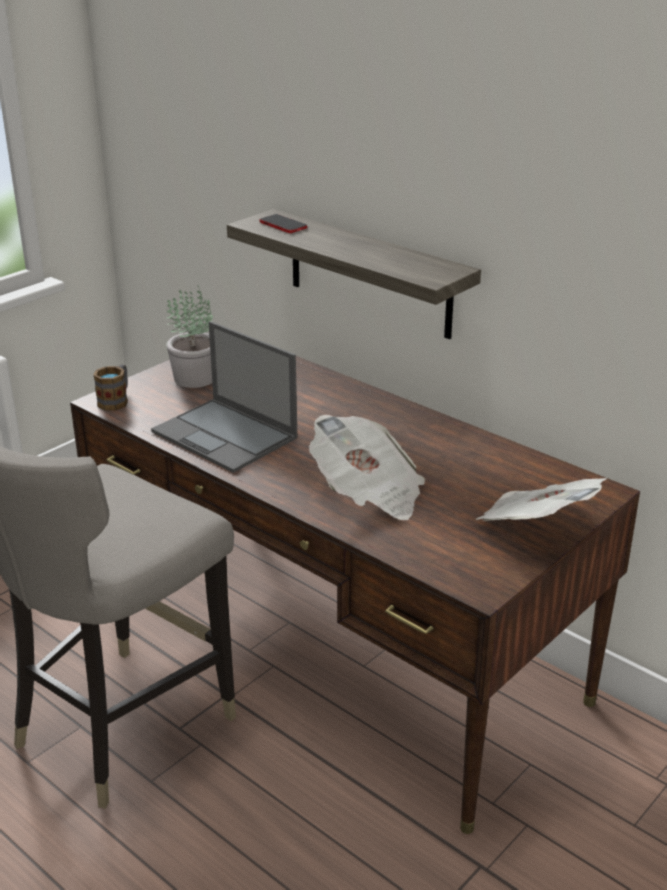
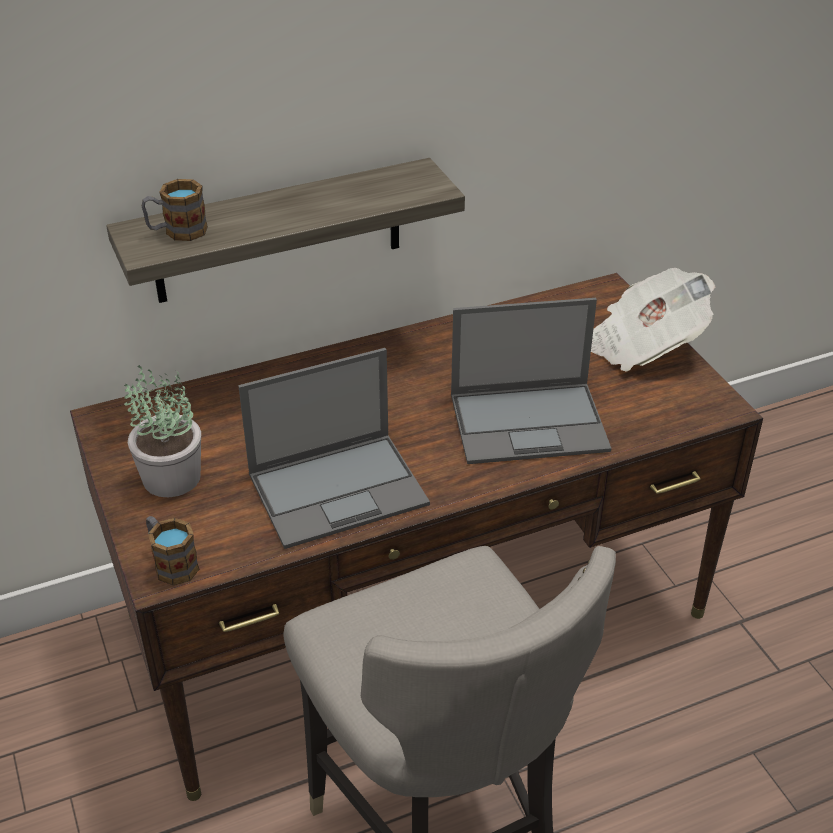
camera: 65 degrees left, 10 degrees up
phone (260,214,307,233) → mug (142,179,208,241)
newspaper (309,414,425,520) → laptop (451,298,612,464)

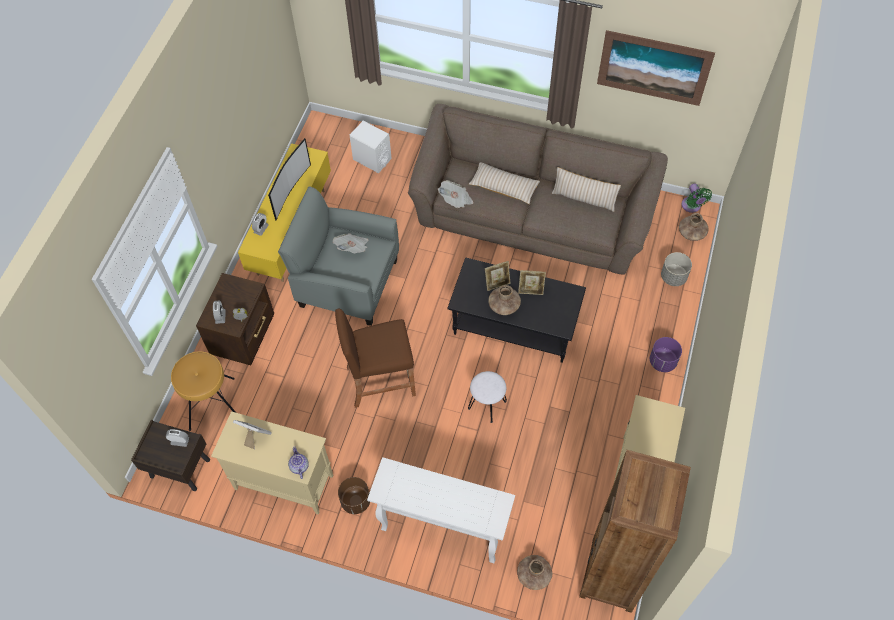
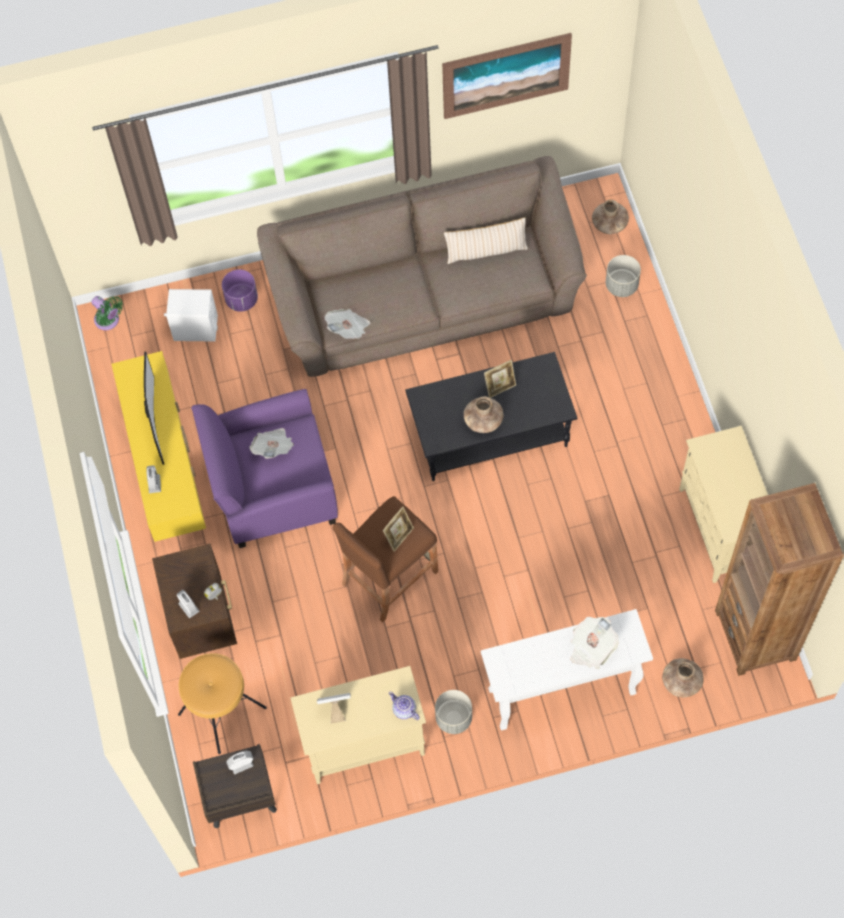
camera: 30 degrees left, 5 degrees up
white stool (468,371,507,423) → -
beige pillow (469,163,540,204) → -
- → newspaper (570,617,619,669)
picture frame (485,261,510,291) → picture frame (383,507,414,552), move
purple planter (650,337,682,372) → purple planter (222,270,258,312), move
green fan (682,183,712,213) → green fan (92,296,123,330), move
grey armchair (278,187,399,326) → purple armchair (191,389,338,548)
brown planter (338,477,370,514) → grey planter (435,690,472,734)

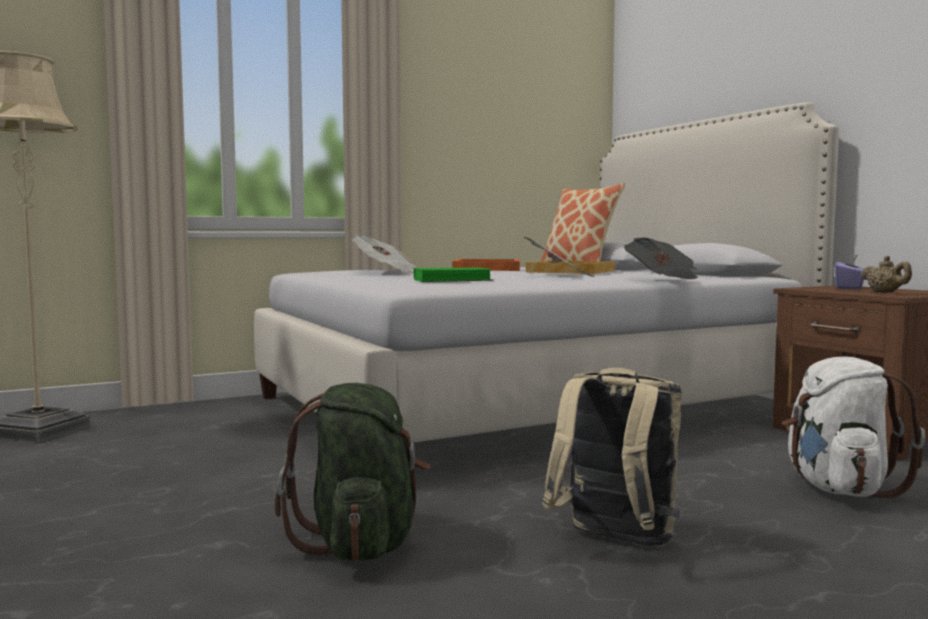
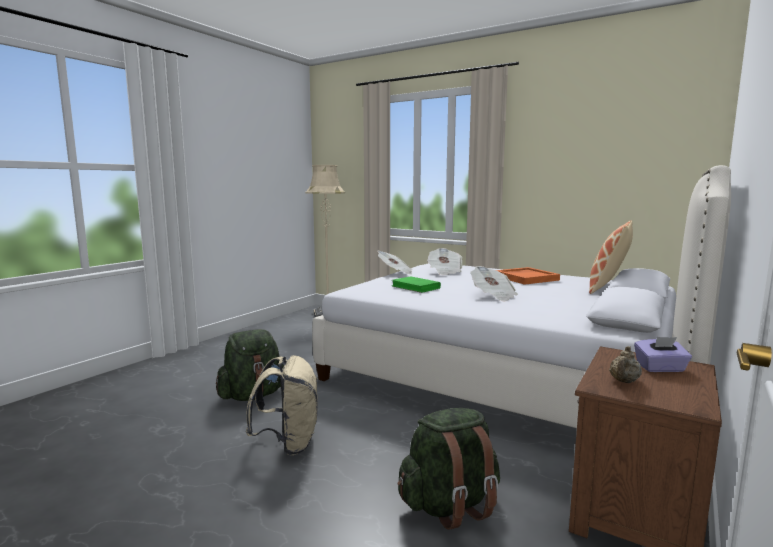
camera: 60 degrees right, 5 degrees up
beige tray (526,260,615,274) → -
newspaper (624,237,698,279) → newspaper (377,251,412,275), move
white backpack (782,357,926,498) → green backpack (398,408,500,530)

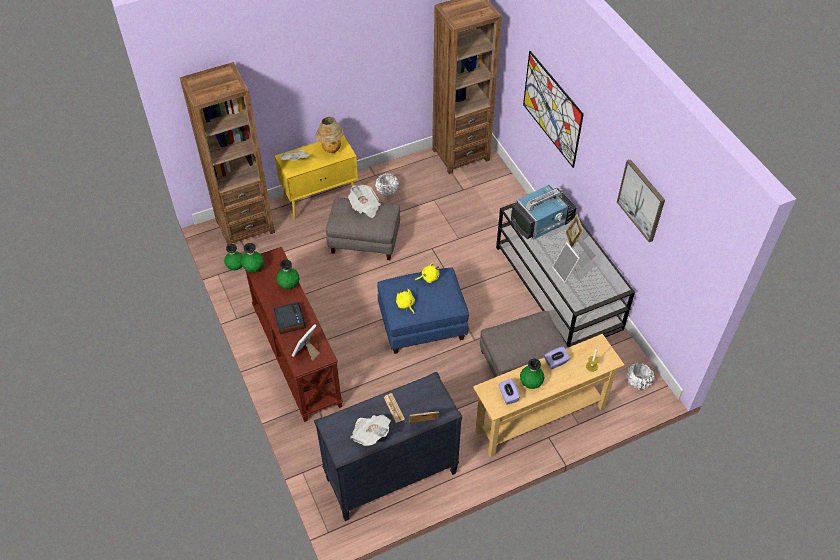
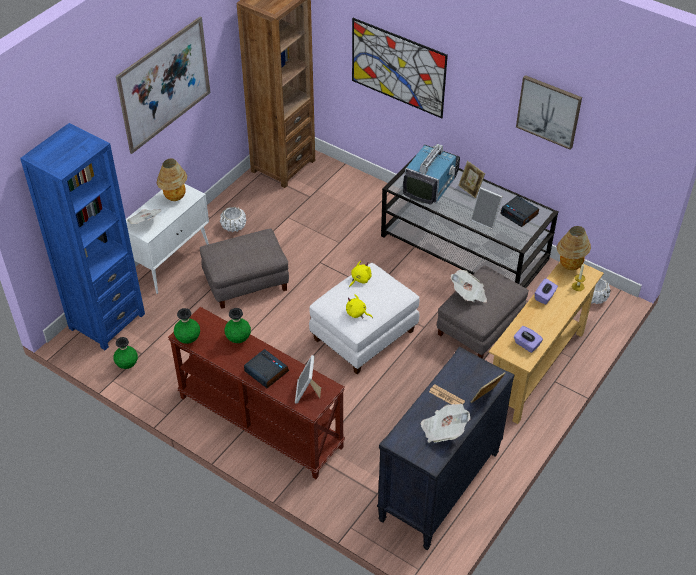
camera: 30 degrees left, 5 degrees down
green vase (520,358,544,389) → -
- → picture (116,16,210,154)
- → alarm clock (500,196,539,227)
- → table lamp (557,226,591,270)
newspaper (348,185,381,218) → newspaper (451,270,487,303), move
brown bookcase (180,62,275,246) → blue bookcase (20,123,145,350)
yellow cabinet (275,135,358,221) → white cabinet (126,184,209,294)
blue ottoman (377,268,469,354) → white ottoman (309,263,420,374)

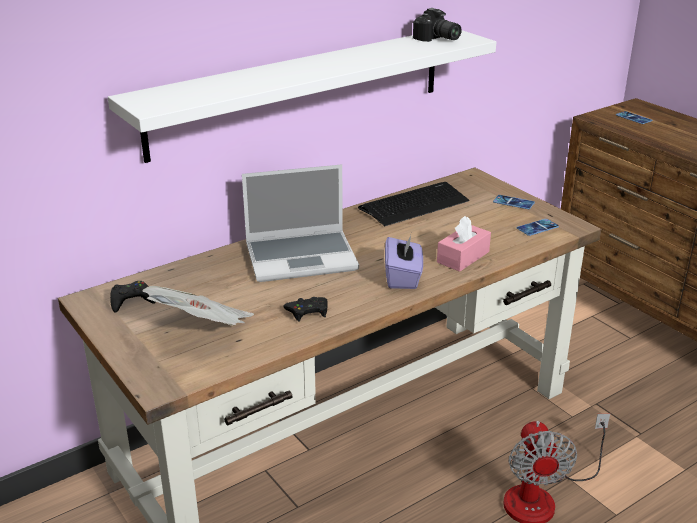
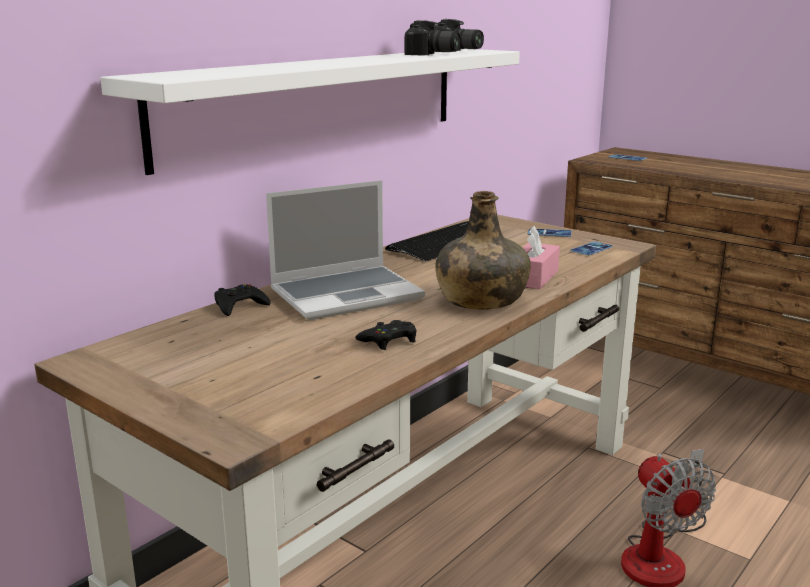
camera: 15 degrees left, 10 degrees down
newspaper (142,286,254,326) → -
- → photo camera (405,20,461,55)
black game controller (110,281,155,313) → black game controller (214,284,270,316), move
purple tissue box (385,235,423,289) → green bottle (436,191,531,310)

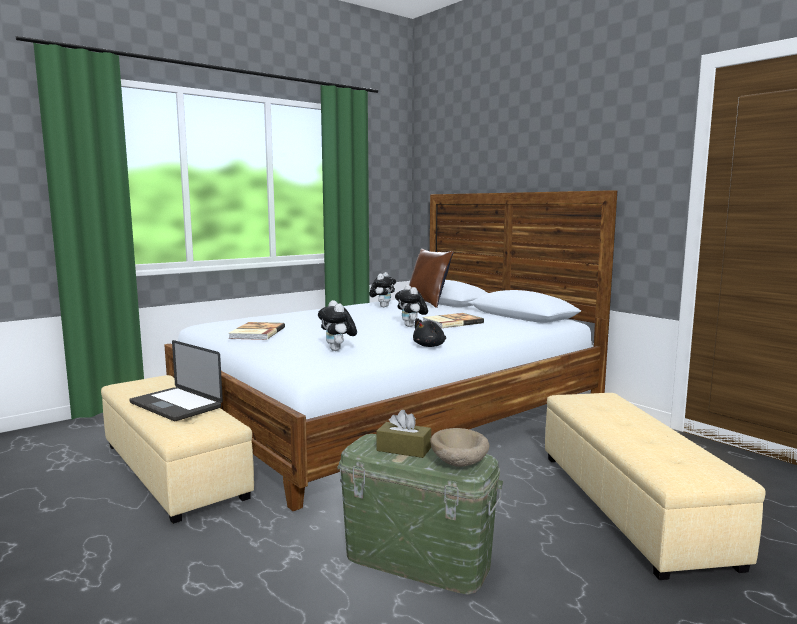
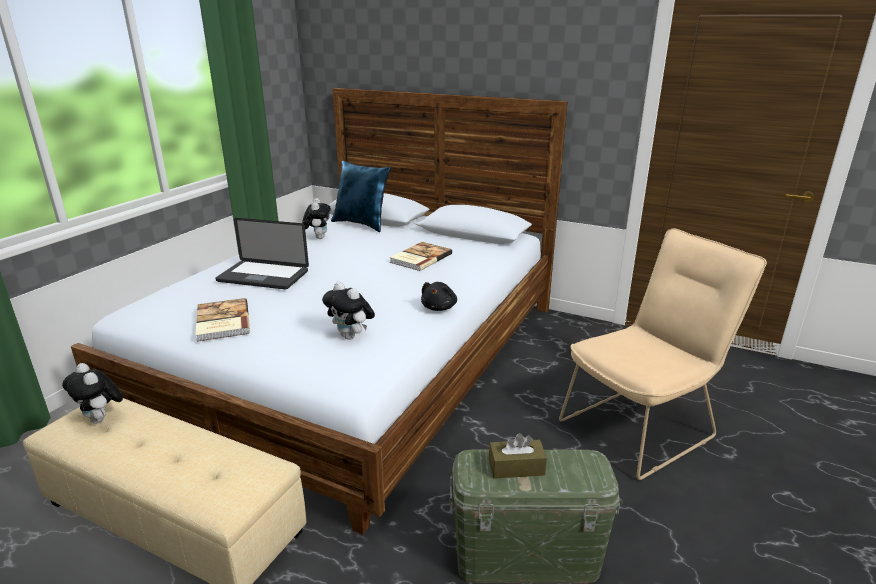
camera: 25 degrees left, 15 degrees up
beige bowl (430,428,489,467) → -
laptop (129,340,223,421) → laptop (216,218,309,290), move
plush toy (395,285,428,327) → plush toy (62,363,123,424), move
beige ottoman (545,393,766,580) → beige chair (559,228,767,480)
brown pillow (409,249,453,308) → blue pillow (331,160,390,232)

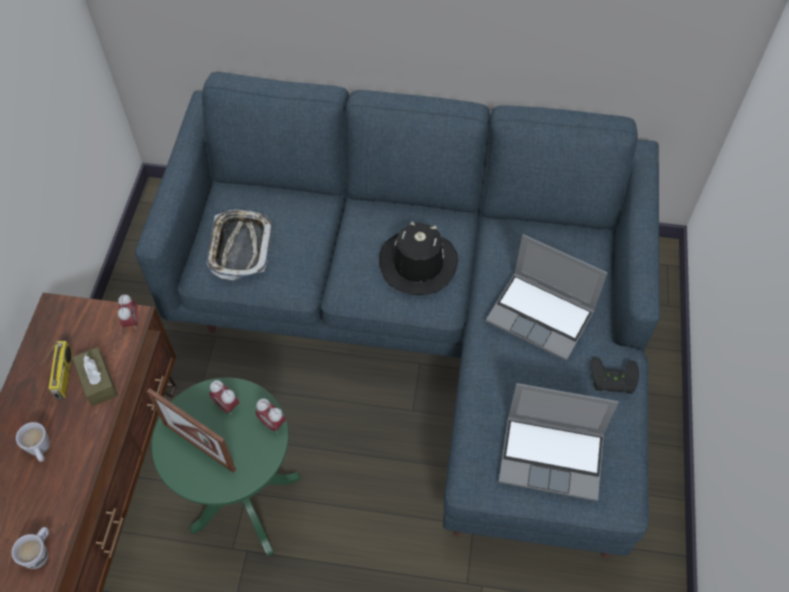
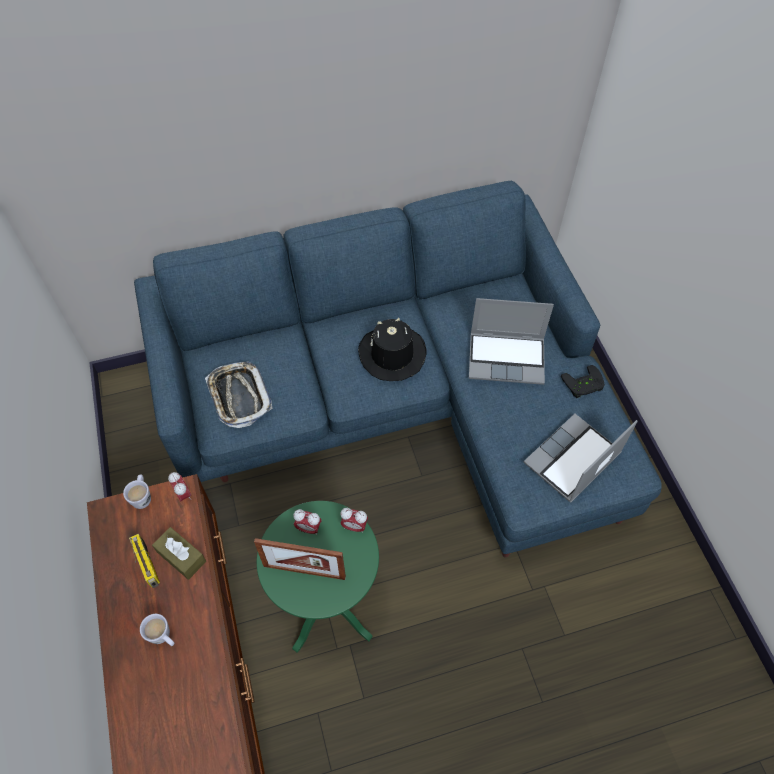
camera: 25 degrees left, 0 degrees up
white mug (12,527,49,569) → white mug (123,475,151,509), move
laptop (499,383,618,501) → laptop (524,414,638,503), 150 degrees clockwise

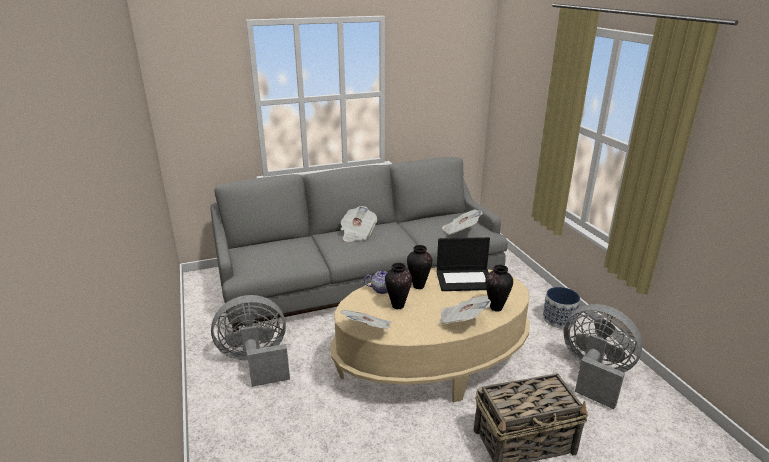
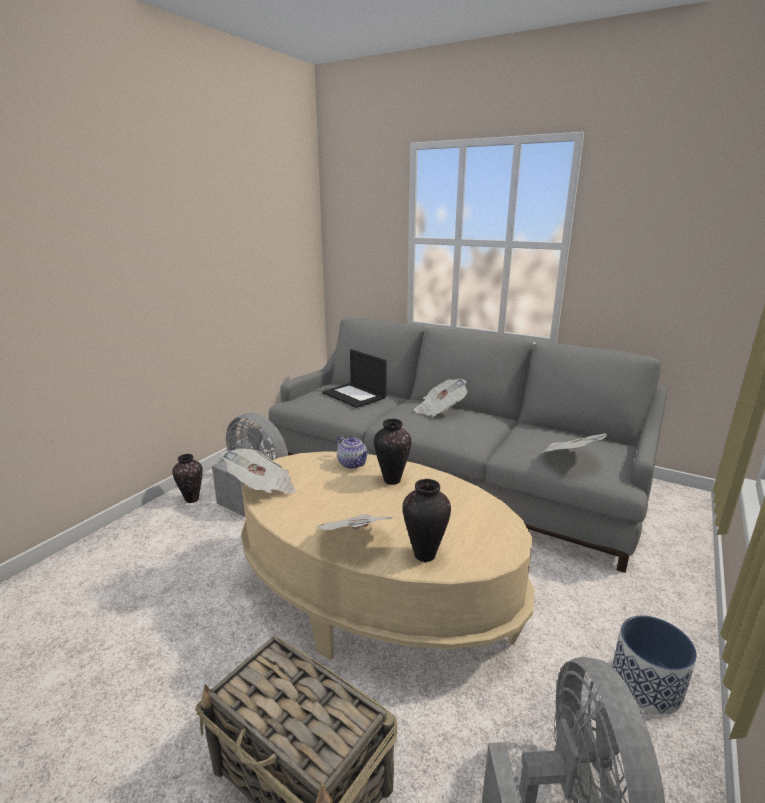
camera: 50 degrees right, 5 degrees down
vase (385,263,412,309) → vase (172,454,203,503), move
laptop (436,237,490,291) → laptop (322,349,386,408), move

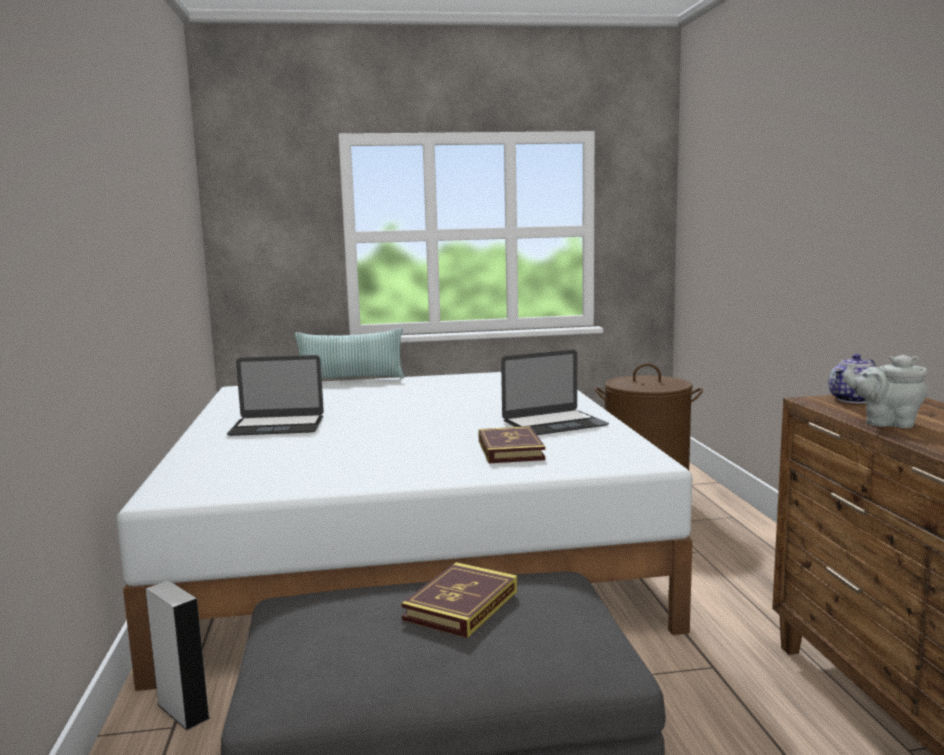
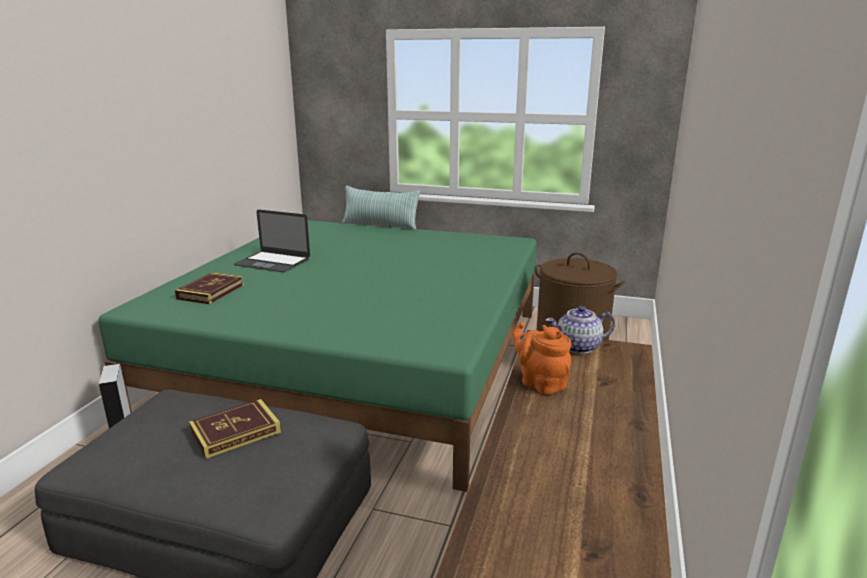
camera: 25 degrees right, 10 degrees up
laptop (501,350,609,435) → -
book (478,426,546,463) → book (175,272,244,304), move
white bed (117,372,693,691) → green bed (98,220,537,492)
grey teapot (843,354,928,428) → orange teapot (512,322,572,395)

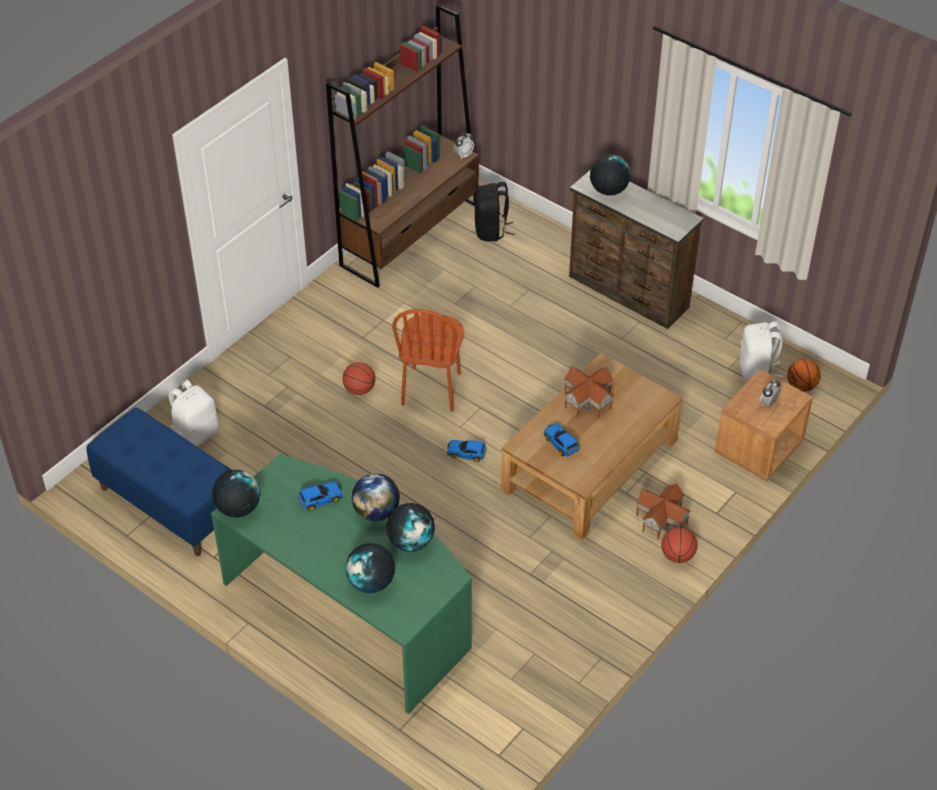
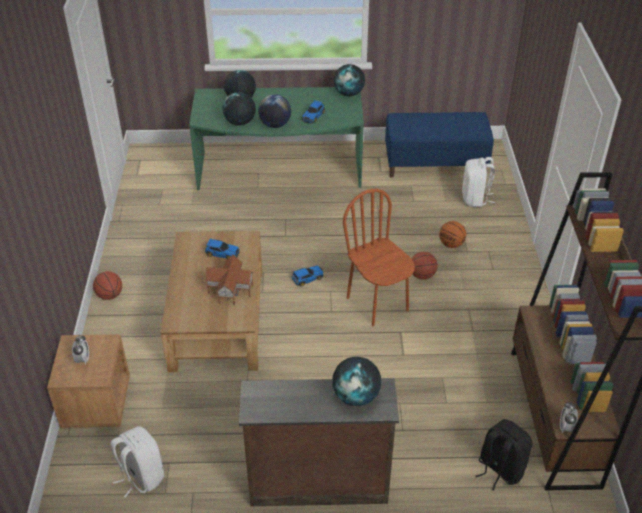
camera: 140 degrees right, 5 degrees down
toy house (636,483,691,540) → -
basketball (787,359,821,392) → basketball (439,221,466,248), move

